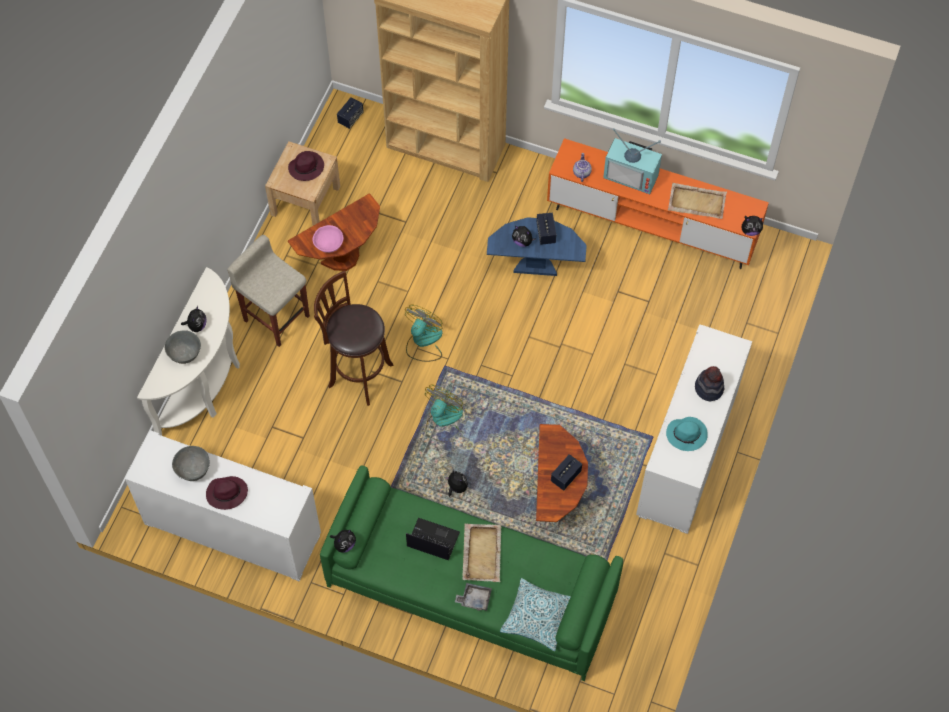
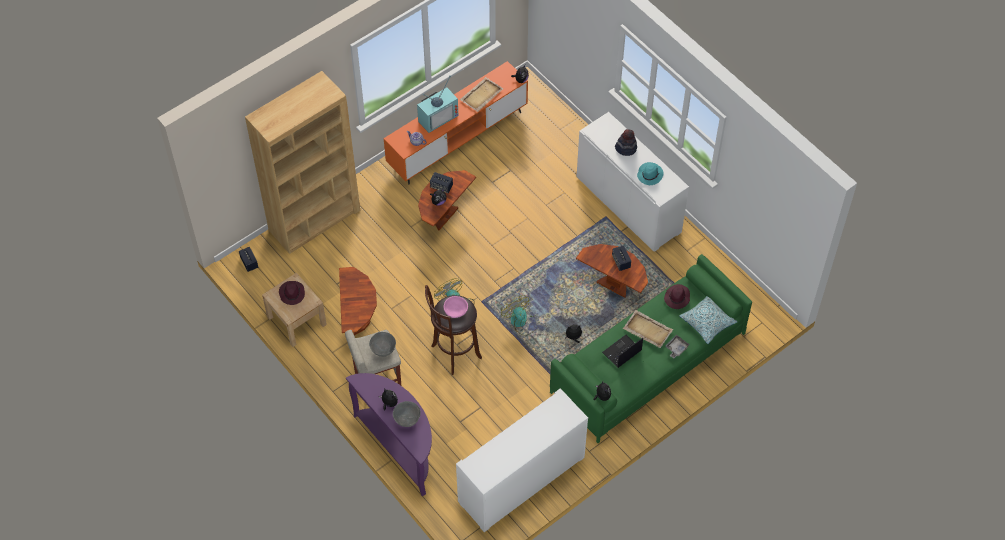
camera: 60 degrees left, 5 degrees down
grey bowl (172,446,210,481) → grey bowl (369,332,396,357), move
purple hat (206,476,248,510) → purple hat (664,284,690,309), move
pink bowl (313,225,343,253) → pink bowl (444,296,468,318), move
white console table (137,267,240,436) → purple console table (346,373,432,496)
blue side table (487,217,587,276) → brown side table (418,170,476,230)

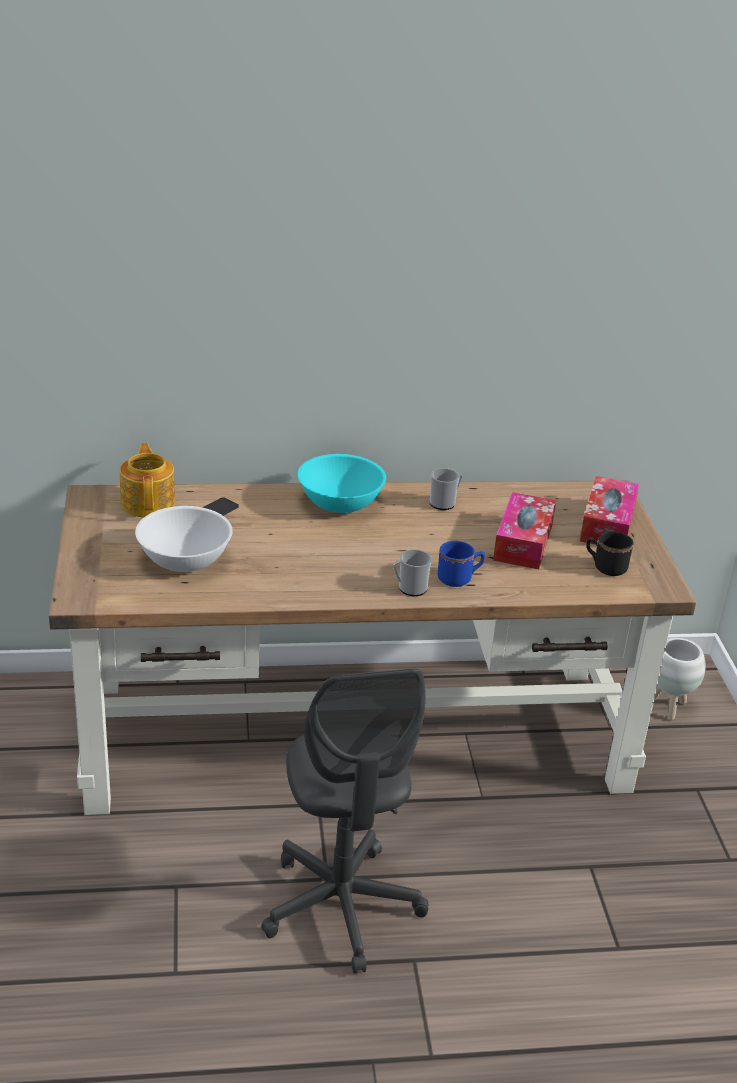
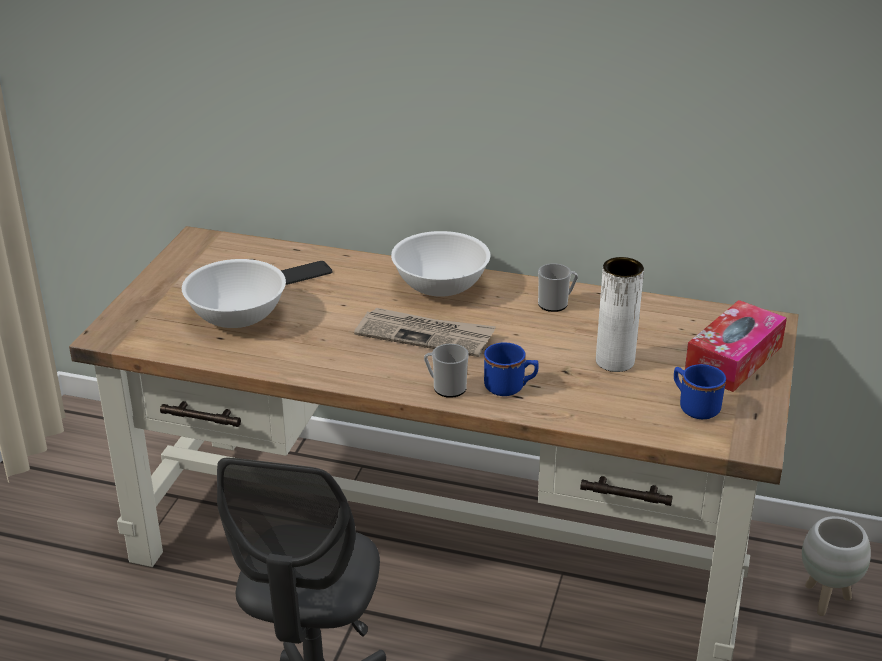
camera: 25 degrees right, 0 degrees up
teapot (120,443,175,518) → -
- → newspaper (354,308,496,357)
tissue box (493,492,556,569) → white vase (596,257,644,372)
turquoise bowl (298,454,386,513) → white bowl (391,231,490,297)
black mug (586,531,634,576) → blue mug (674,364,726,419)

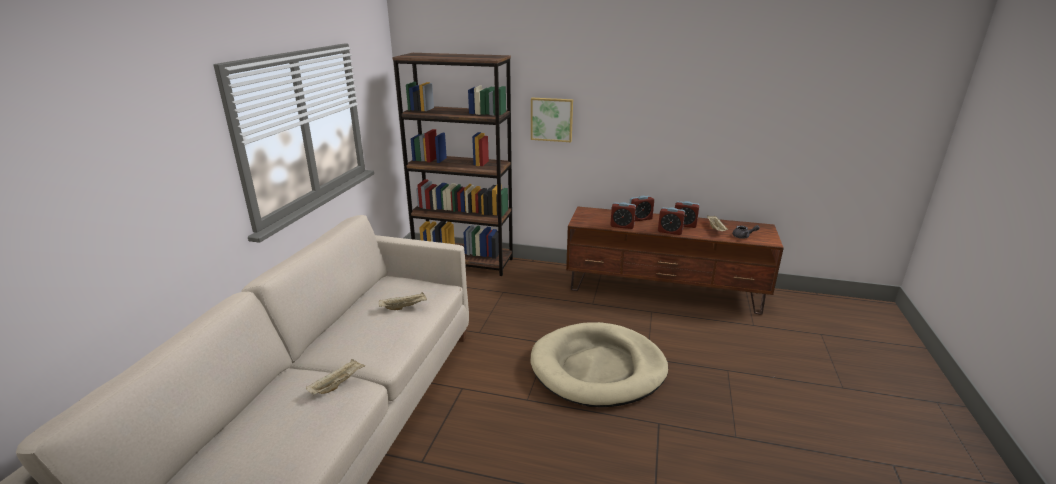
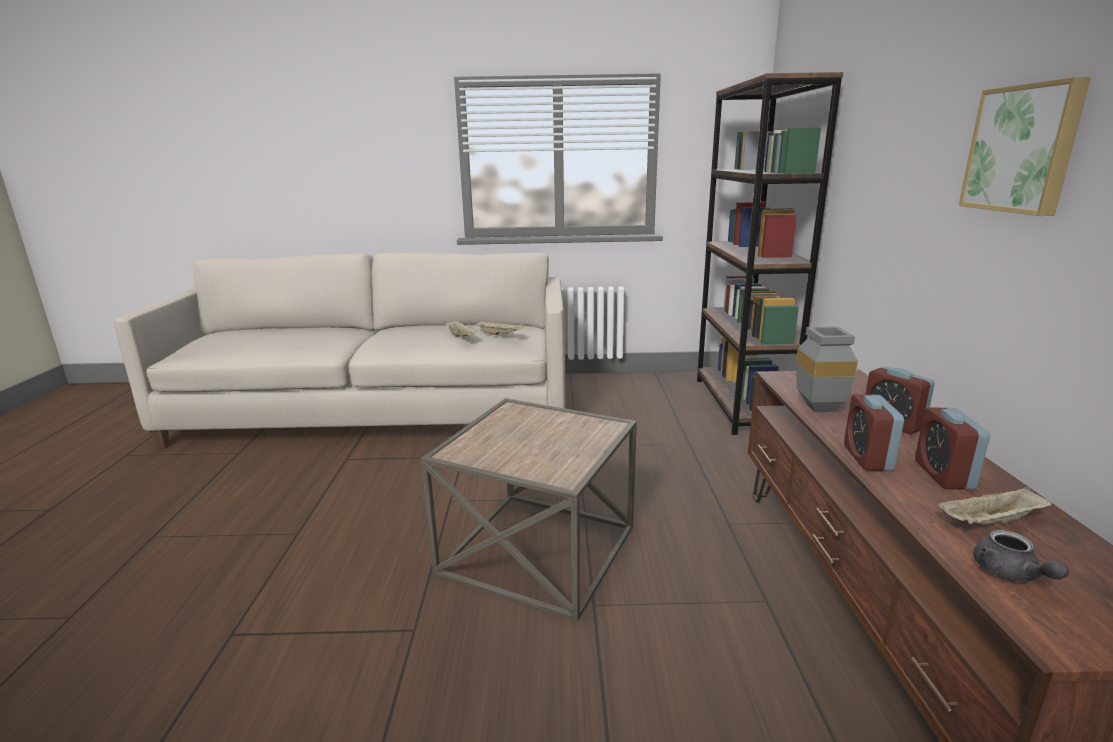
camera: 75 degrees right, 5 degrees down
beige tray (306,359,366,395) → beige tray (474,321,523,335), move
picture (531,98,573,142) → picture (958,77,1091,216), move
beige dog bed (530,322,668,407) → brown side table (421,398,637,622)
alarm clock (610,202,636,229) → grey vase (796,327,858,412)

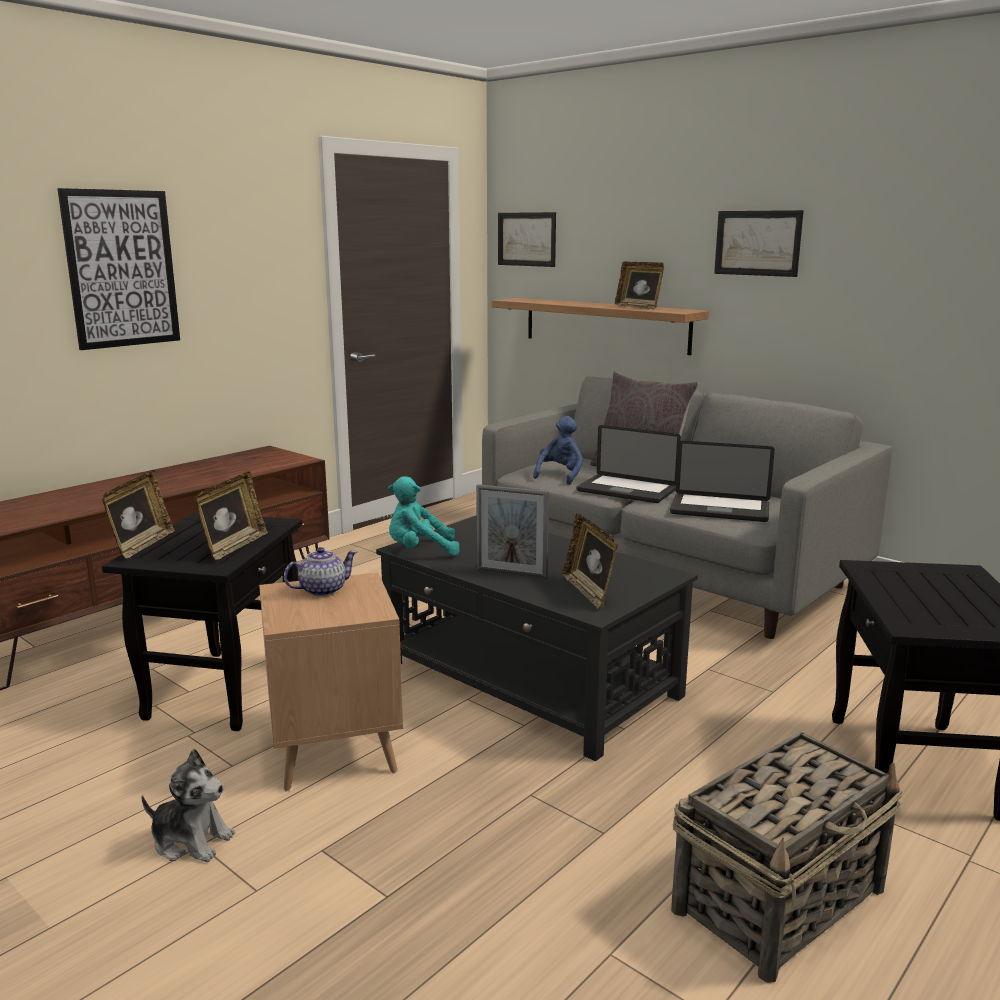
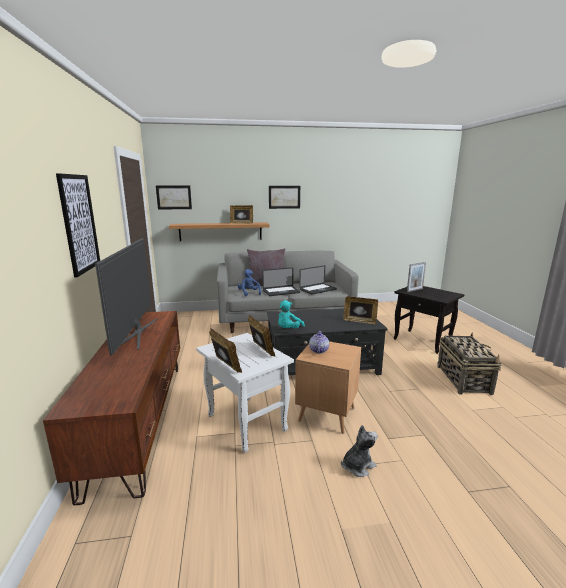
camera: 50 degrees left, 0 degrees up
- → television (95,238,158,356)
picture frame (476,484,549,578) → picture frame (407,262,426,292), move
black side table (102,512,302,731) → white side table (196,333,294,453)

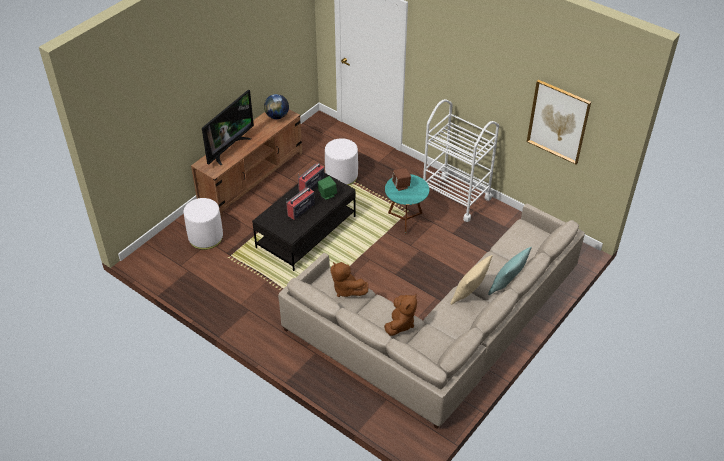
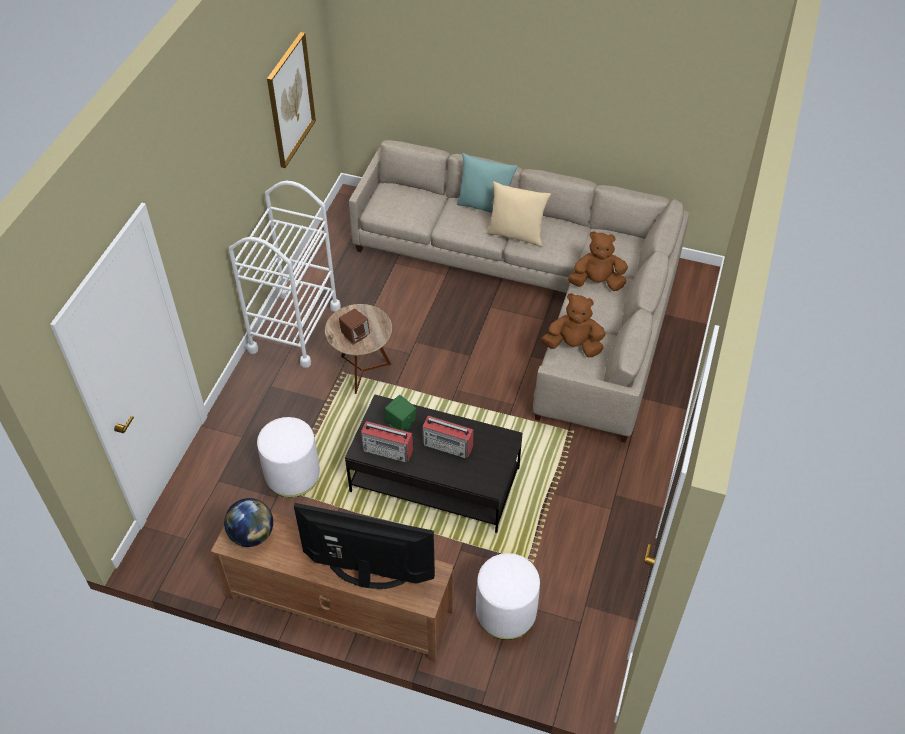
camera: 110 degrees left, 5 degrees up
turquoise side table (385,174,429,234) → brown side table (325,304,392,394)
brown plush toy (330,262,368,297) → brown plush toy (541,293,606,357), 105 degrees counterclockwise

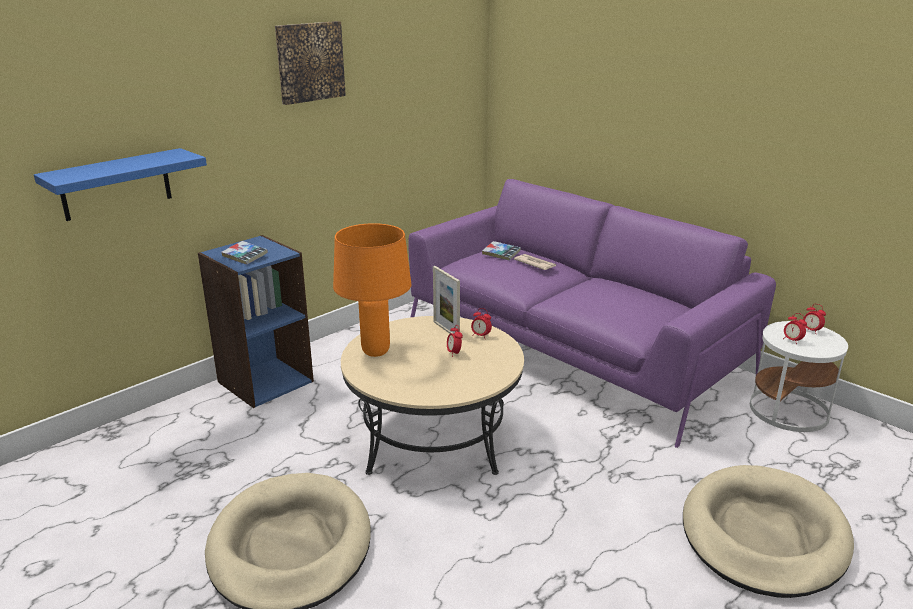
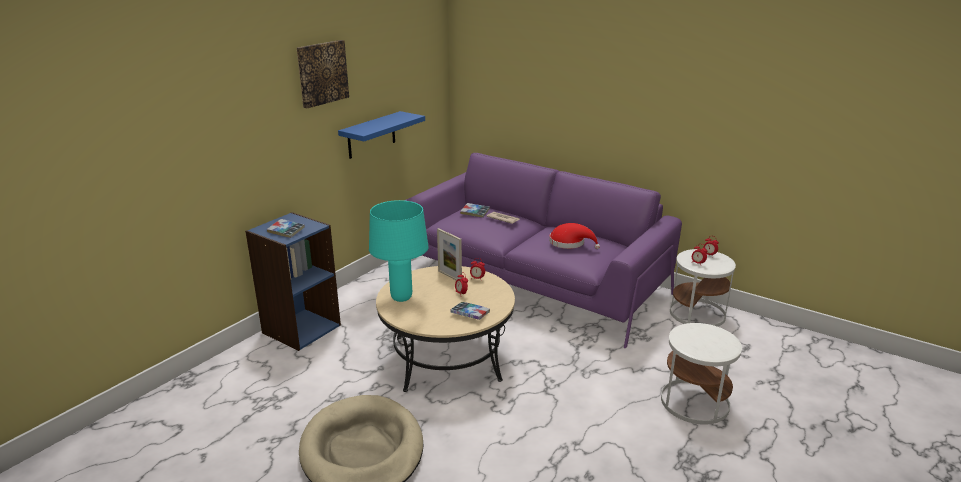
camera: 10 degrees left, 0 degrees up
- → book (451,302,490,320)
- → red hat (549,223,600,249)
blue shelf (34,148,207,221) → blue shelf (338,111,425,159), move
beige dog bed (683,465,854,598) → white side table (661,323,742,425)
orange table lamp (333,223,412,357) → turquoise table lamp (369,200,429,302)

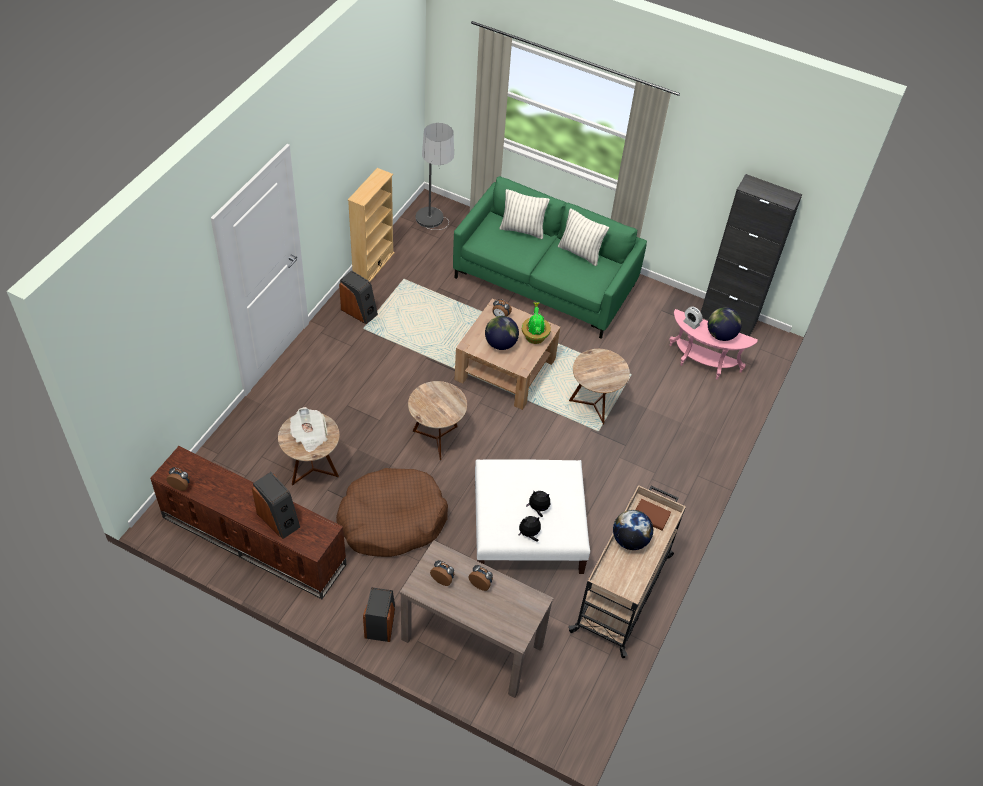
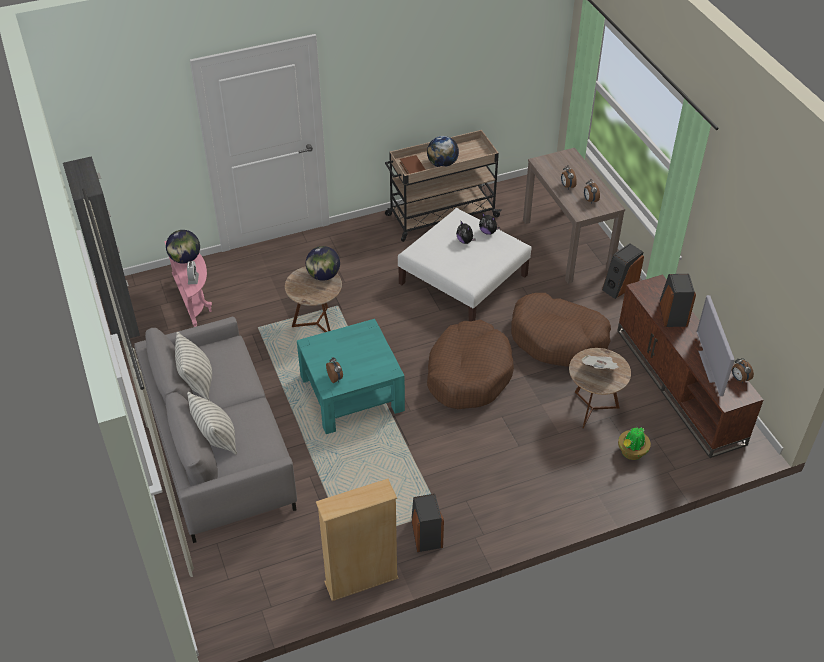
camera: 135 degrees left, 5 degrees down
floor lamp (416,123,454,230) → -
- → television (697,295,735,396)
globe (485,316,519,350) → globe (306,246,340,281), move
potted plant (522,303,551,344) → potted plant (618,427,651,460), move
brown side table (408,381,467,460) → brown dog bed (427,320,514,409)
green sofa (453,176,647,339) → grey sofa (134,317,297,543)
brown coffee table (455,298,560,410) → turquoise coffee table (297,319,405,434)

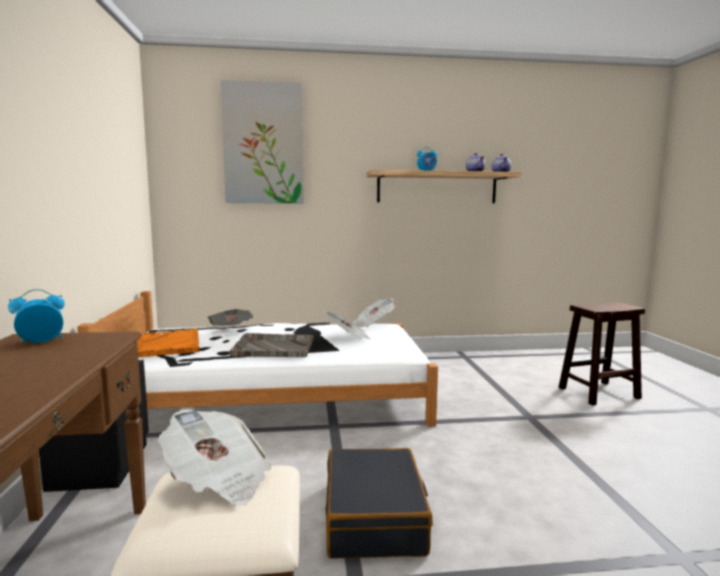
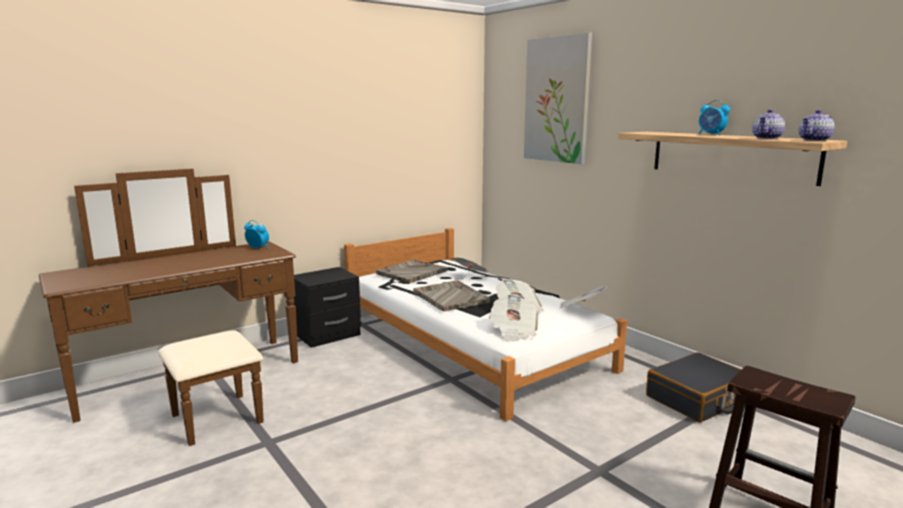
camera: 60 degrees right, 5 degrees up
newspaper (158,409,272,506) → newspaper (489,294,540,342), move
black suitcase (325,448,433,559) → black suitcase (646,352,742,422), move
orange tray (137,329,199,357) → grey tray (376,260,448,284)

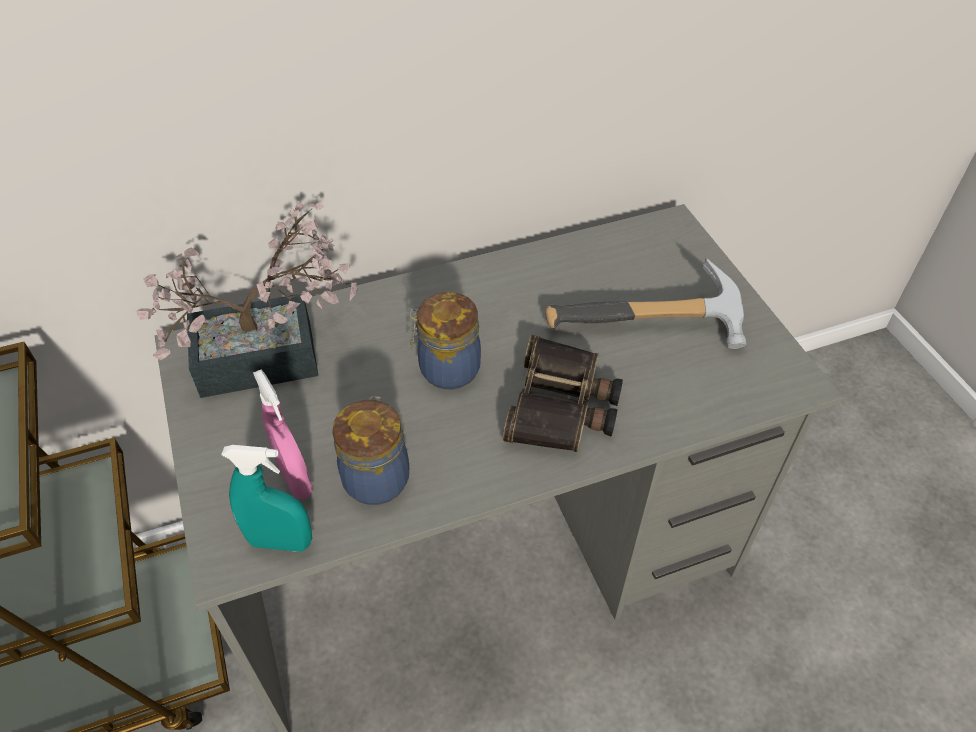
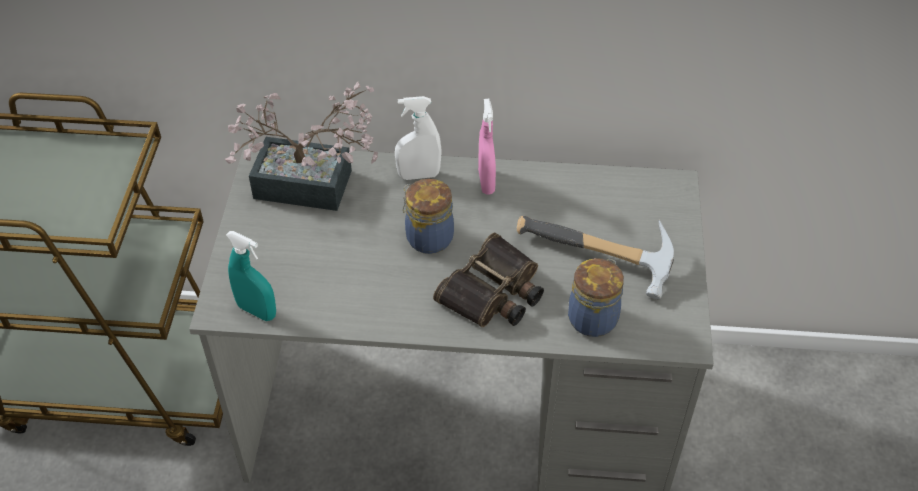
camera: 25 degrees right, 0 degrees up
- → white spray bottle (395,96,442,180)
pink spray bottle (253,369,313,500) → pink spray bottle (478,99,496,195), move
jar (332,396,409,505) → jar (568,258,624,337), move

